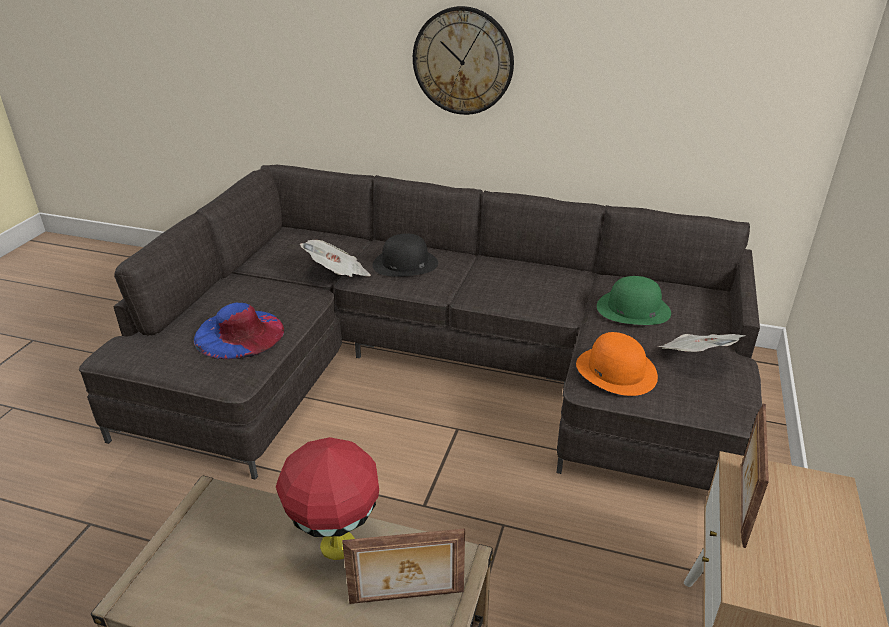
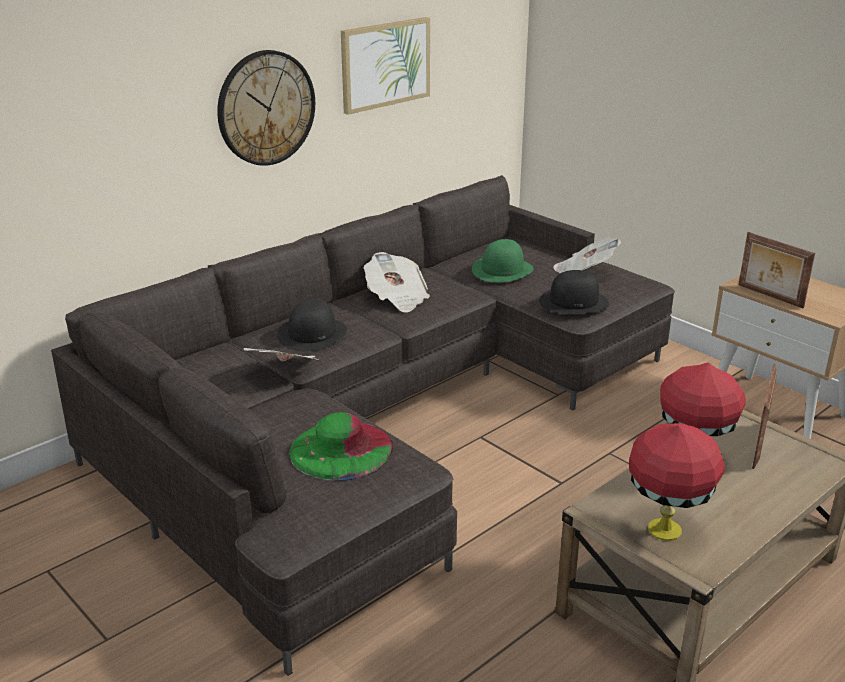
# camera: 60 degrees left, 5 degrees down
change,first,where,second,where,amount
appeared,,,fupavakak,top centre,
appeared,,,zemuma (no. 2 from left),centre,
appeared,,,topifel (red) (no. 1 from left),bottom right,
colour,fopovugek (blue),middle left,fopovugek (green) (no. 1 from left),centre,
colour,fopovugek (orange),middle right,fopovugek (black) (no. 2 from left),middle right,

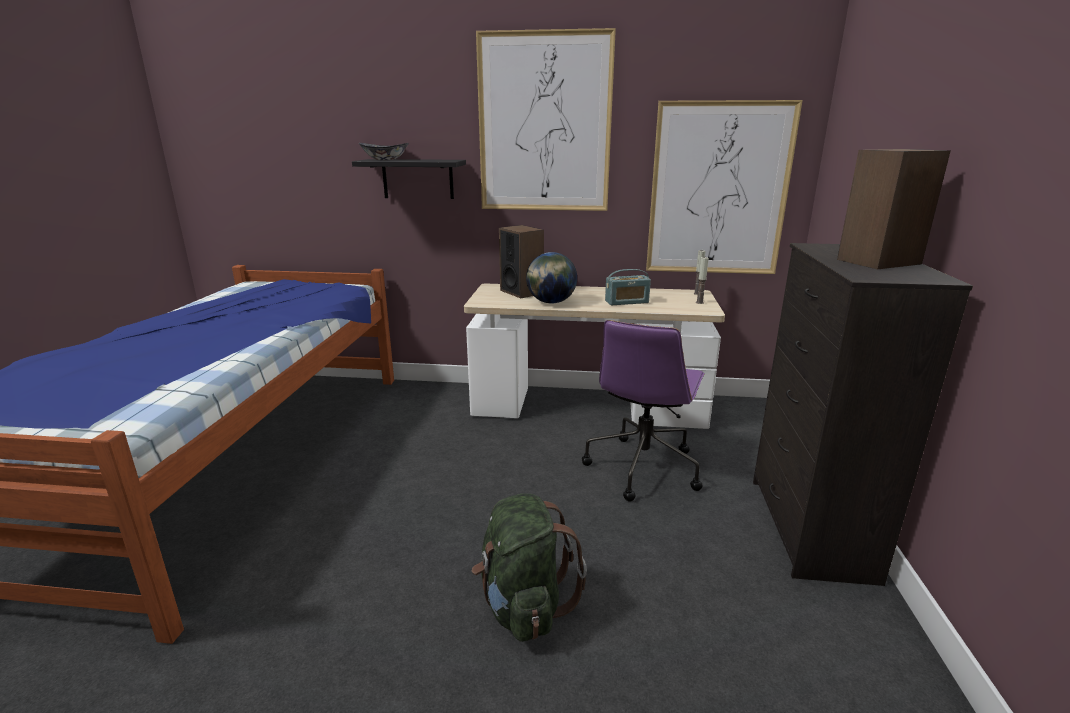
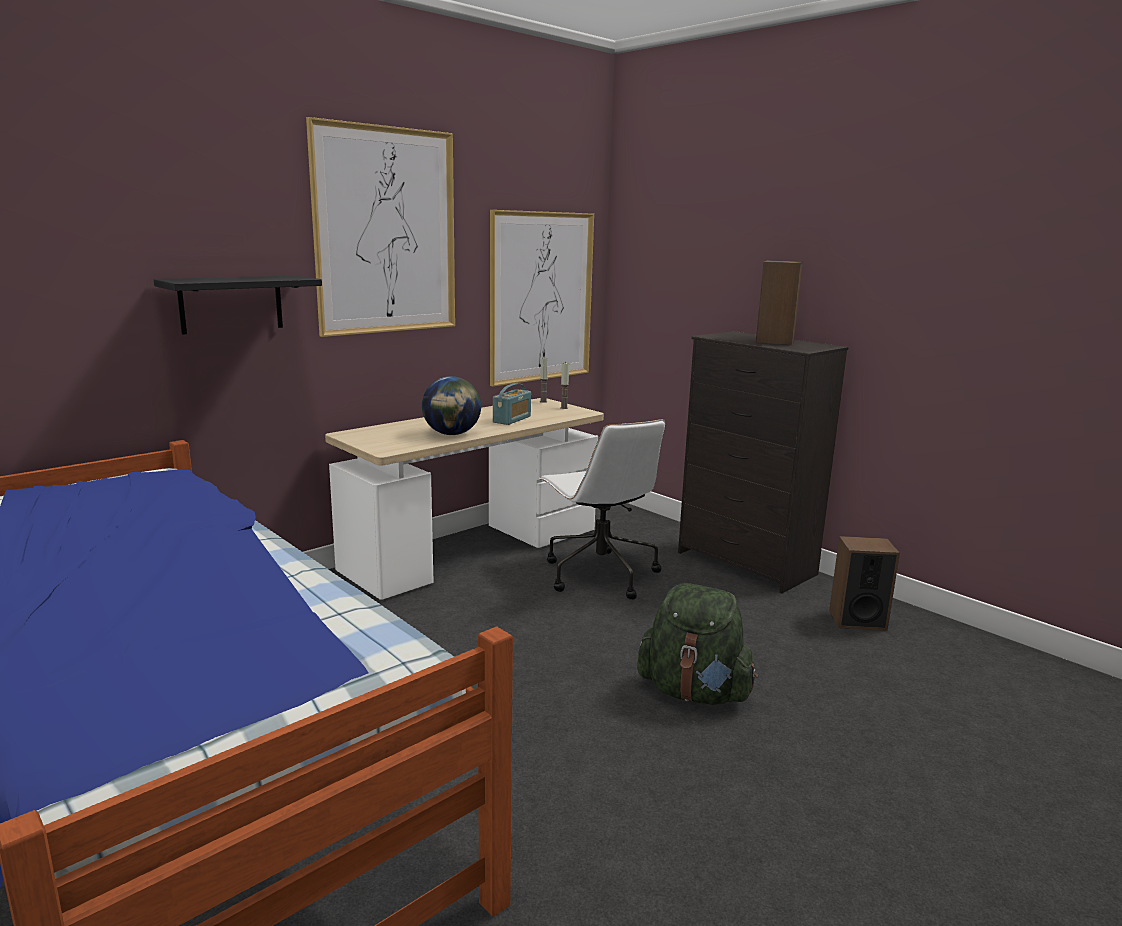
# camera: 50 degrees left, 5 degrees down
change,first,where,second,where,amount
missing,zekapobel,top centre,,,
relocated,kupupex (no. 1 from left in the first image),centre,kupupex (no. 2 from left),middle right,
colour,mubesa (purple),centre,mubesa (white),centre,

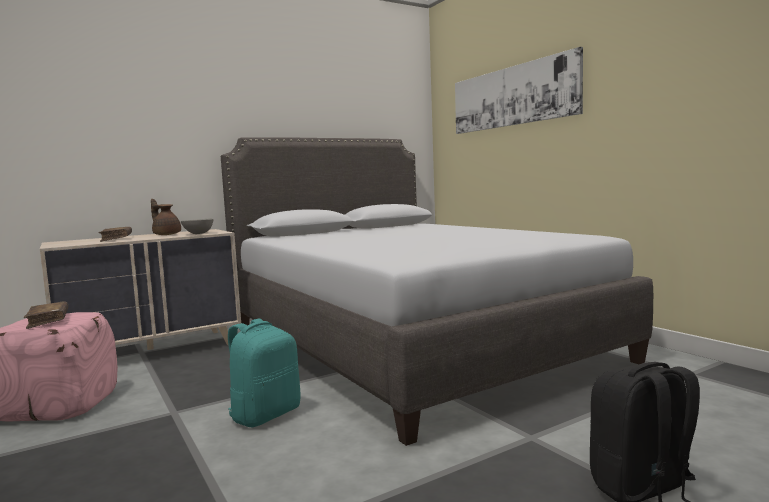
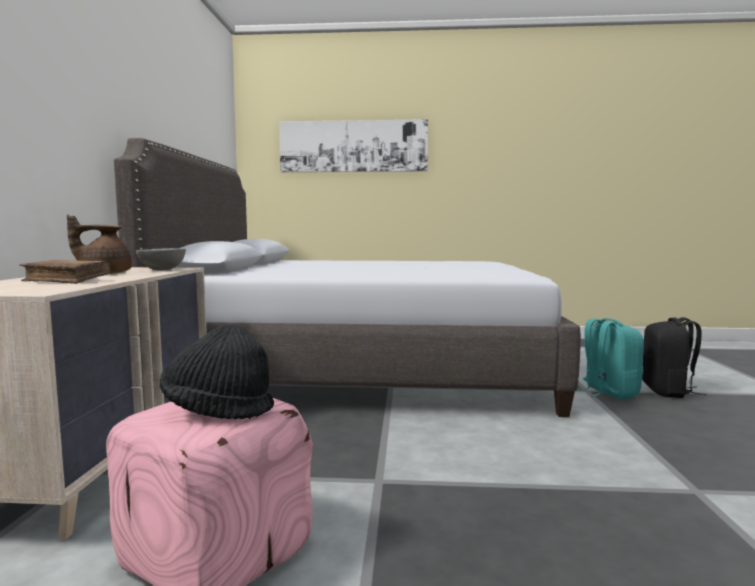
# camera: 55 degrees left, 0 degrees up
change,first,where,second,where,amount
relocated,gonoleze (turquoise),bottom centre,,middle right,
exchanged,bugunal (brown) (no. 1 from left),middle left,fopovugek (black),middle left,

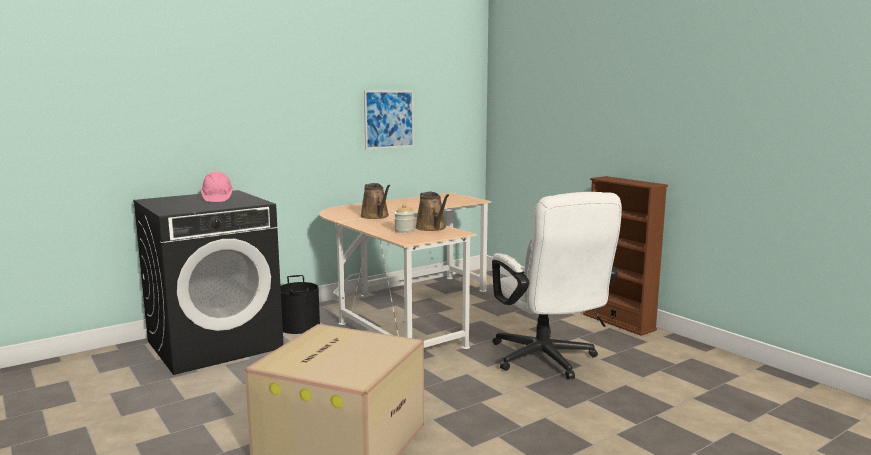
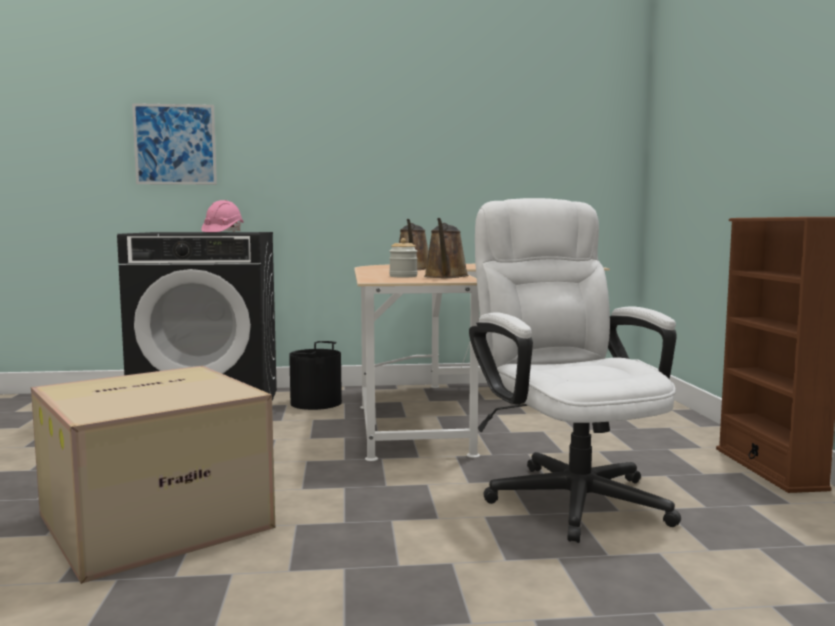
# camera: 30 degrees right, 5 degrees down
change,first,where,second,where,amount
relocated,fupavakak,top centre,,top left,
spun,mubesa (white),centre,,middle right,150 degrees clockwise

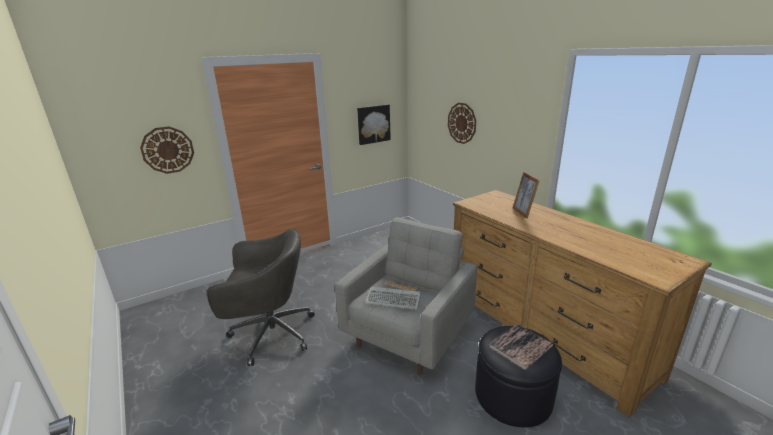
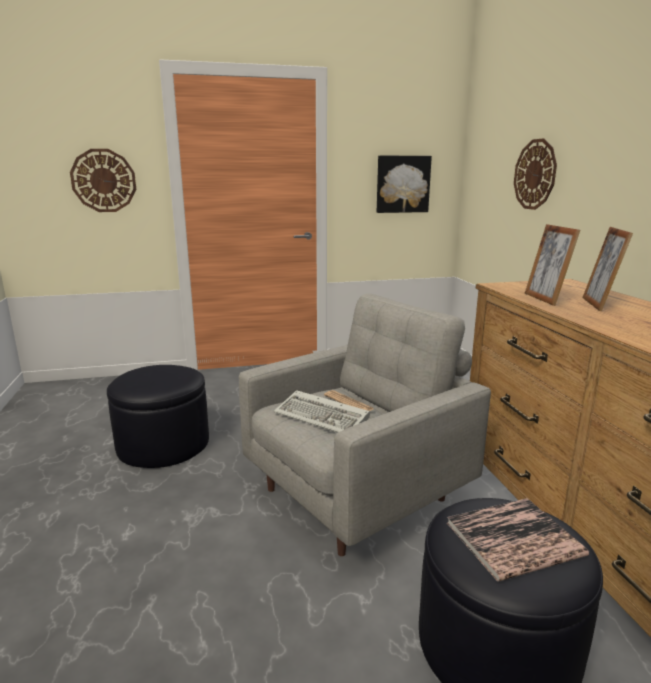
# camera: 20 degrees right, 5 degrees down
change,first,where,second,where,amount
appeared,,,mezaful (no. 1 from left),middle right,
exchanged,mubesa (grey),bottom centre,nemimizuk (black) (no. 1 from left),middle left,

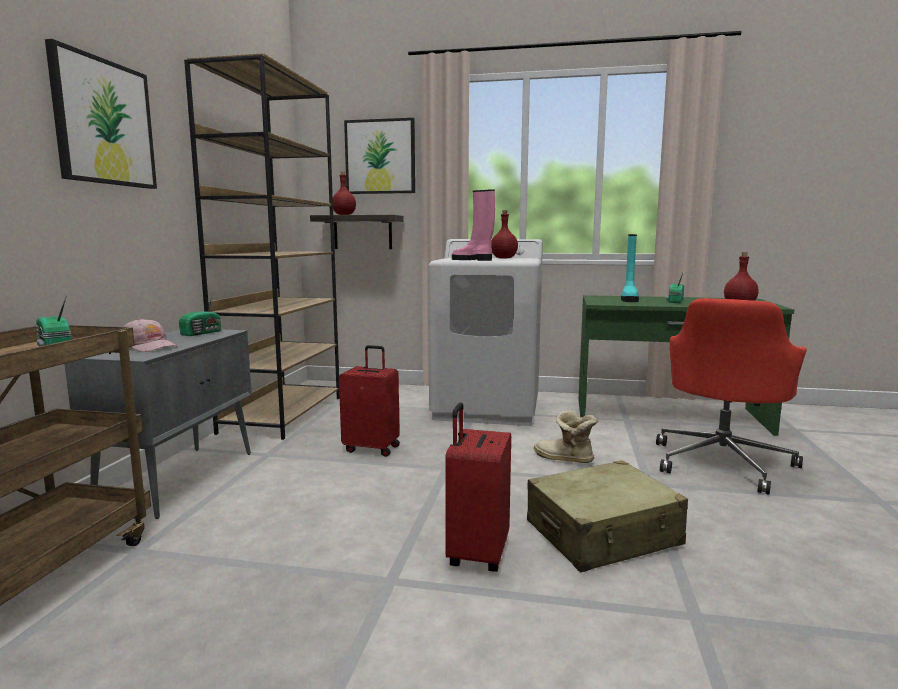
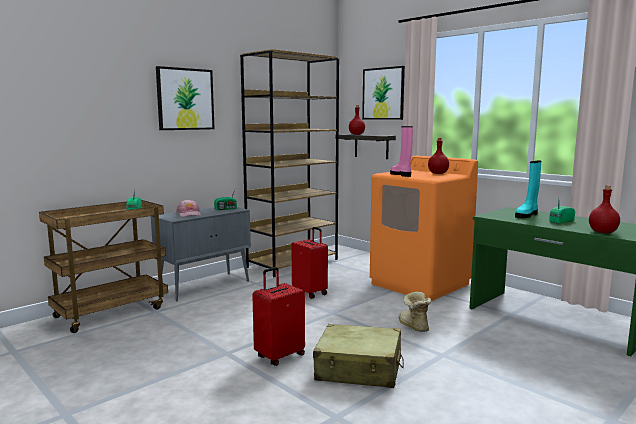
# camera: 35 degrees right, 0 degrees up
change,first,where,second,where,amount
missing,mubesa (red),middle right,,,
colour,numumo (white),centre,numumo (orange),middle right,

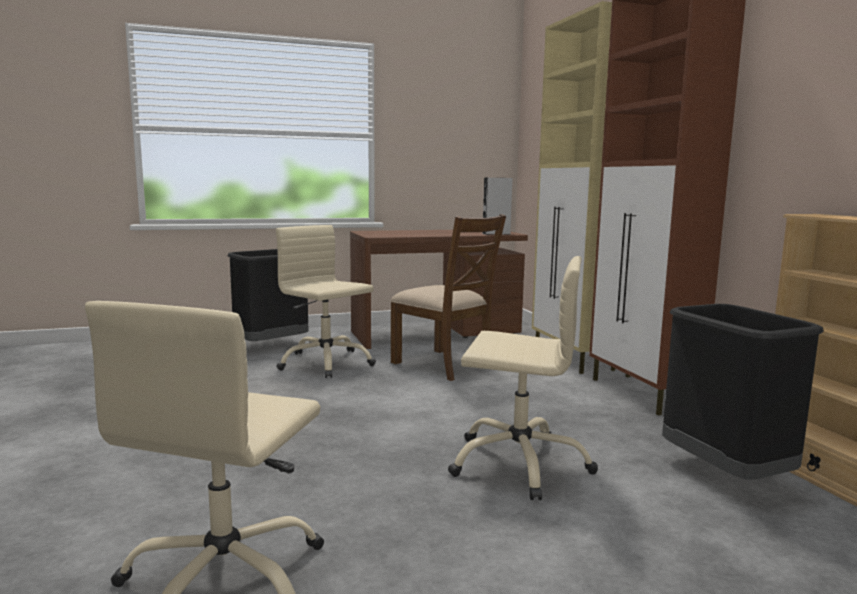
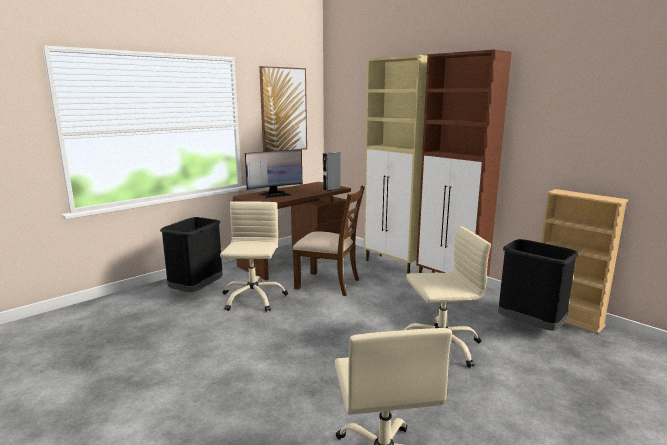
# camera: 25 degrees left, 5 degrees up
change,first,where,second,where,amount
appeared,,,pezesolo,centre,
appeared,,,fupavakak,top centre,
spun,mubesa (beige) (no. 2 from left in the first image),centre,mubesa (beige) (no. 1 from left),centre,75 degrees clockwise

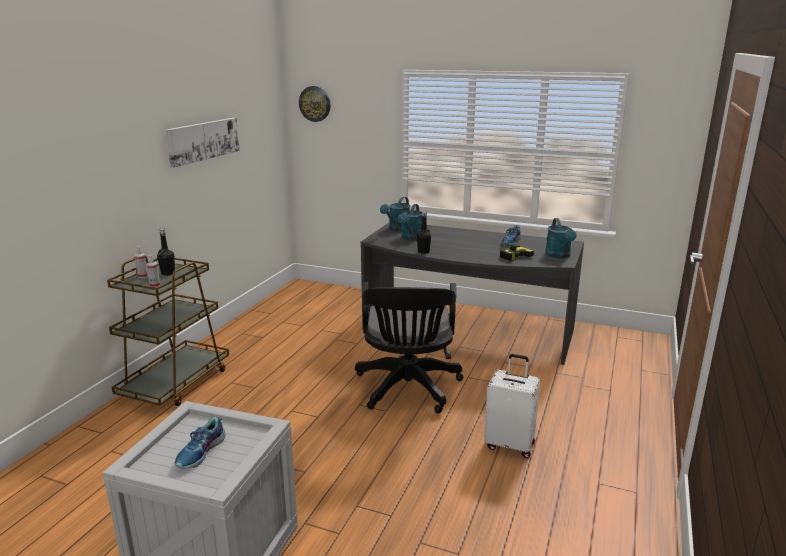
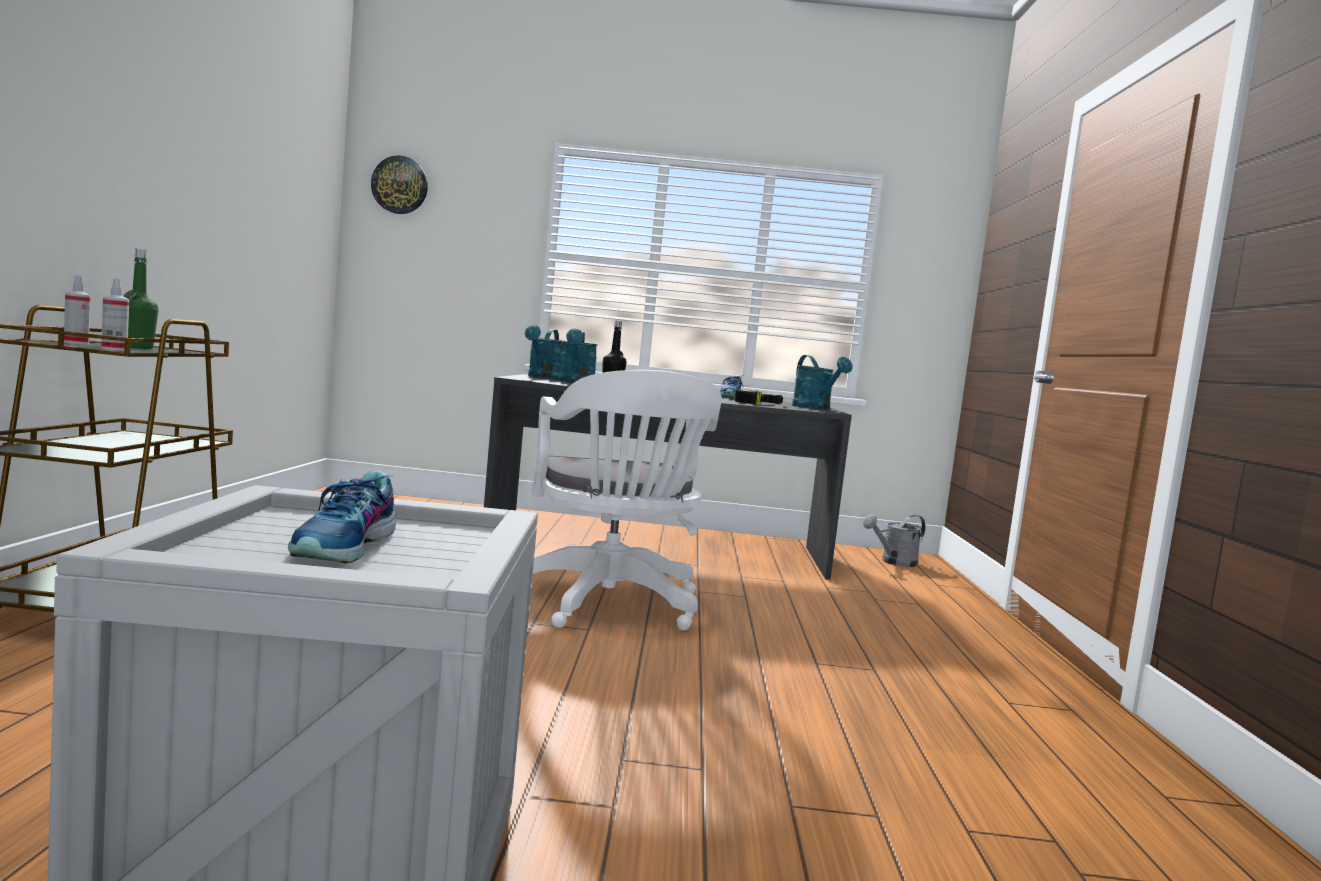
# camera: 20 degrees left, 15 degrees down
change,first,where,second,where,amount
missing,fupavakak,top left,,,
missing,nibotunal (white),bottom centre,,,
appeared,,,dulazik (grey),middle right,
colour,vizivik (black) (no. 1 from left),middle left,vizivik (green),middle left,
colour,mubesa (black),centre,mubesa (white),centre,

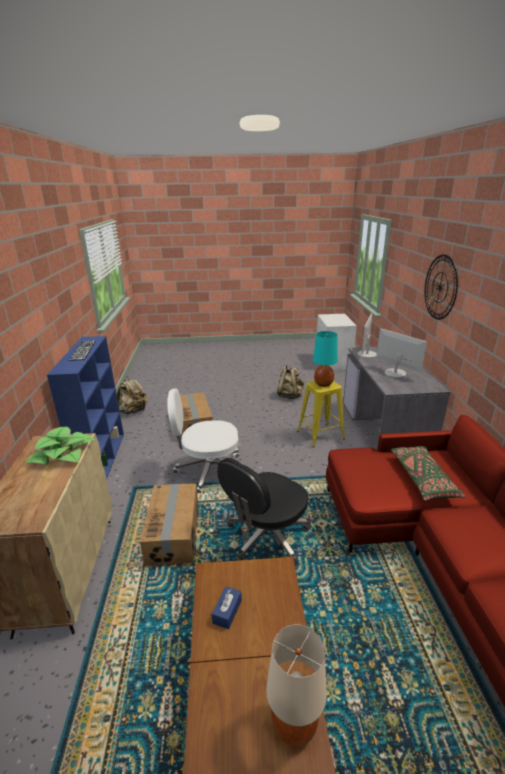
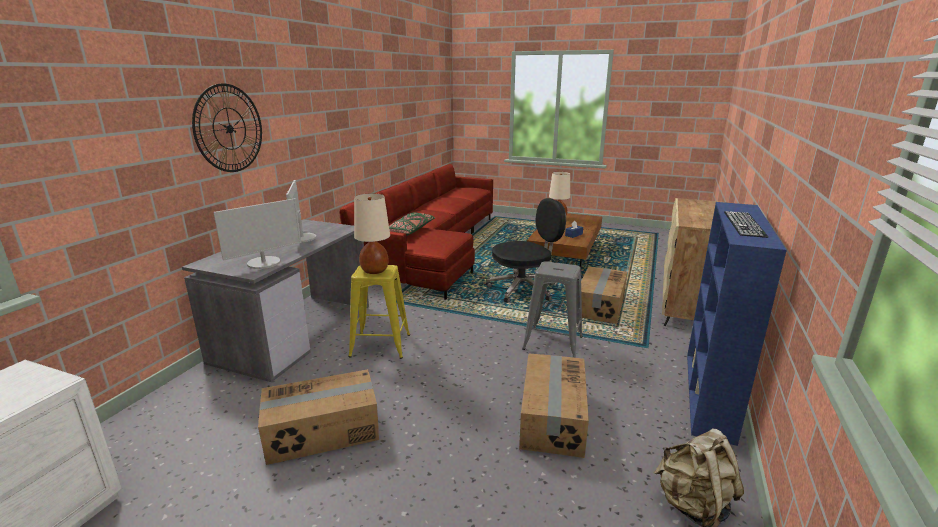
# camera: 155 degrees left, 5 degrees down
change,first,where,second,where,amount
missing,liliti,middle left,,,
exchanged,mubesa (white),centre,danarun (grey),centre,
exchanged,gonoleze (beige) (no. 2 from left),centre,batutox (no. 1 from left),bottom centre,
colour,topifel (turquoise),centre,topifel (beige) (no. 1 from left),centre,

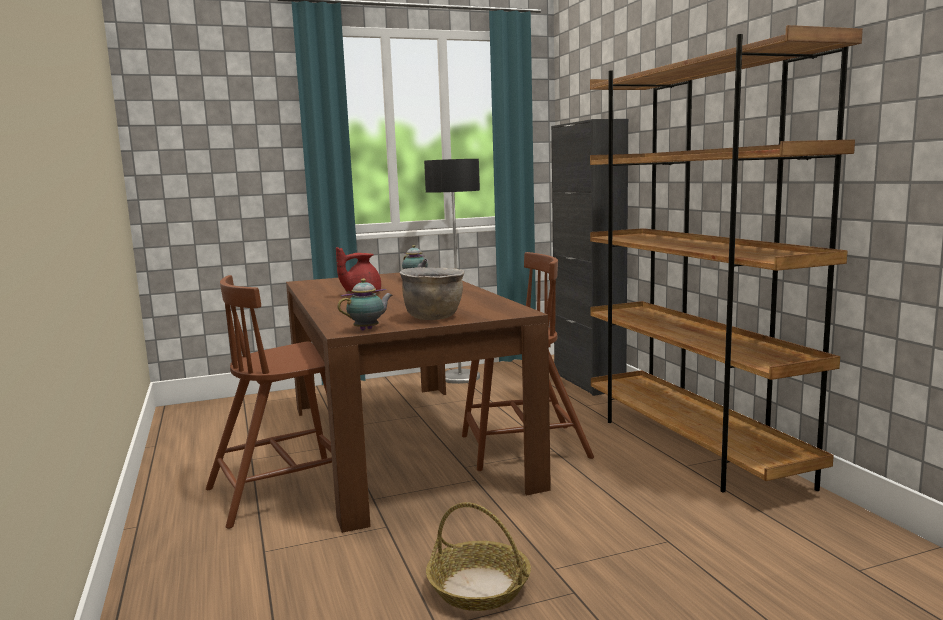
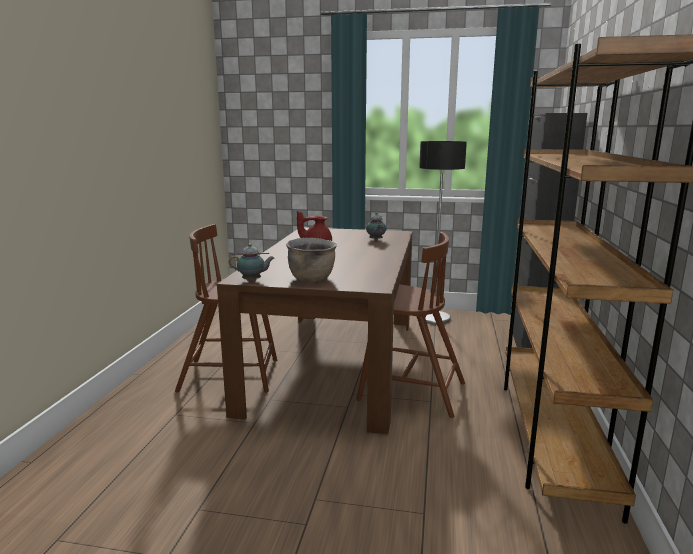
# camera: 30 degrees right, 5 degrees up
change,first,where,second,where,amount
missing,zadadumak,bottom centre,,,

